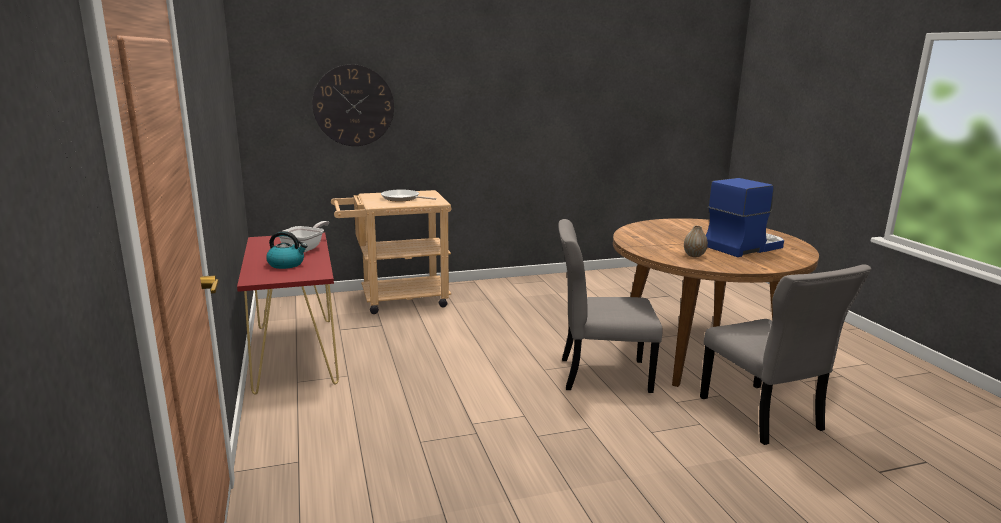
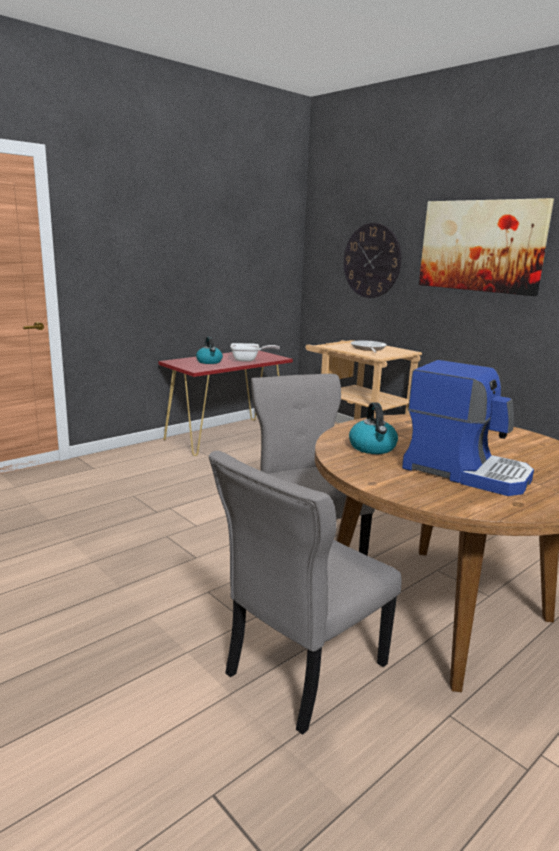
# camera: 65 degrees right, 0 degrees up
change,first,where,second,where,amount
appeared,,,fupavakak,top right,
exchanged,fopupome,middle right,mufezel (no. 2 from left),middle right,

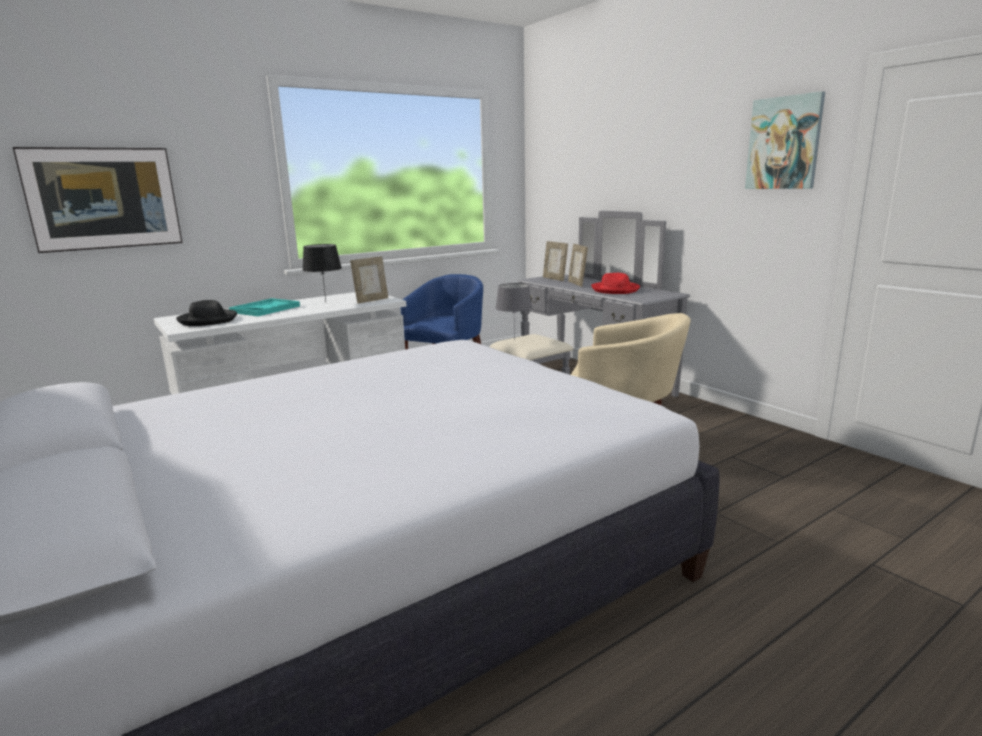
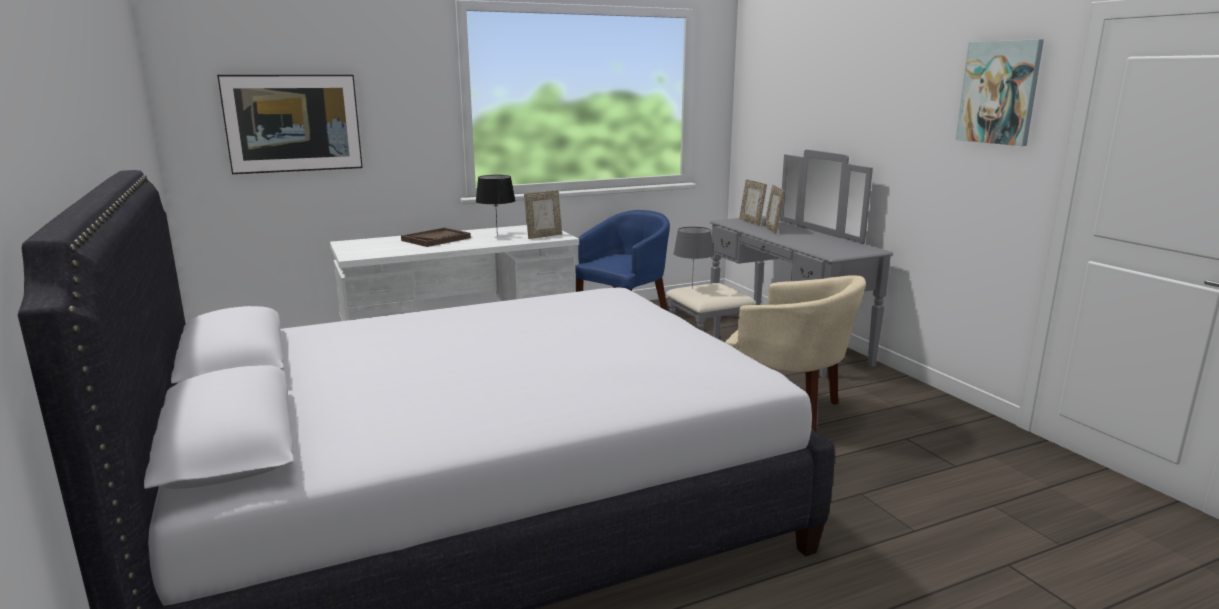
# camera: 10 degrees right, 0 degrees up
change,first,where,second,where,amount
missing,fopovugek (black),middle left,,,
missing,fopovugek (red),centre,,,
colour,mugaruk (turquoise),middle left,mugaruk (brown),centre,

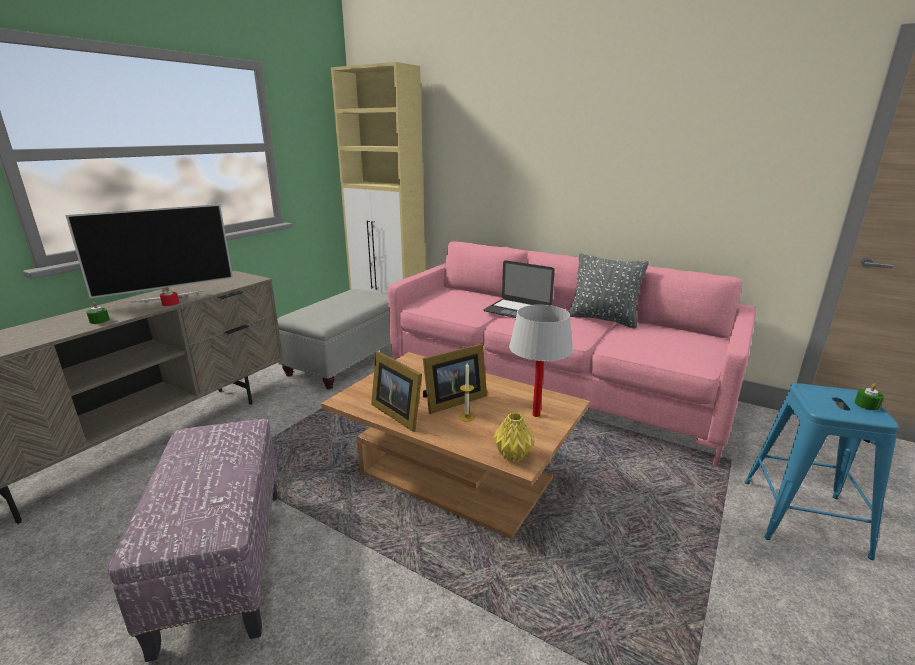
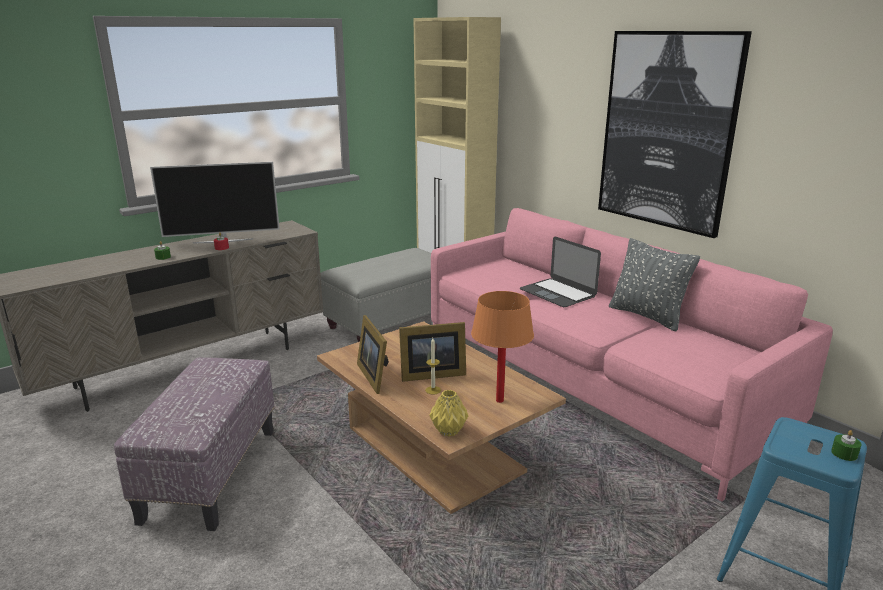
# camera: 20 degrees right, 0 degrees up
change,first,where,second,where,amount
appeared,,,fupavakak,top right,
colour,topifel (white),centre,topifel (orange),centre,

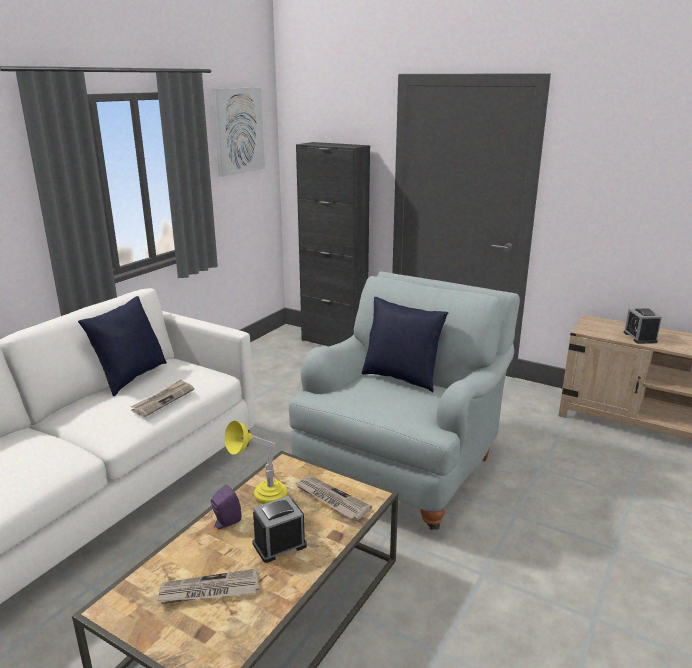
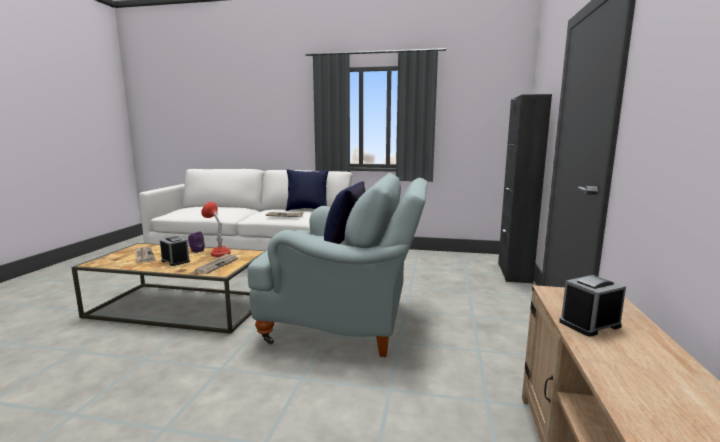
# camera: 70 degrees right, 10 degrees down
change,first,where,second,where,amount
missing,fupavakak,top centre,,,
colour,topifel (yellow),bottom centre,topifel (red),middle left,

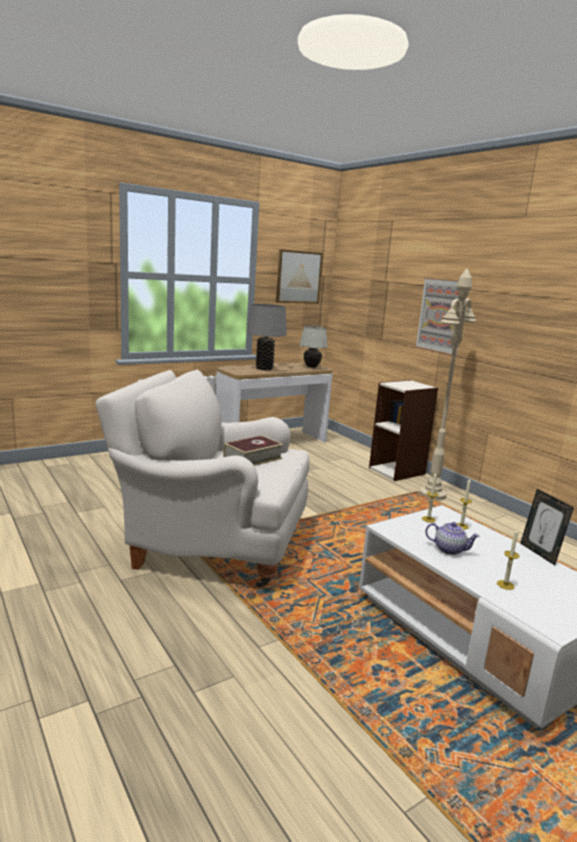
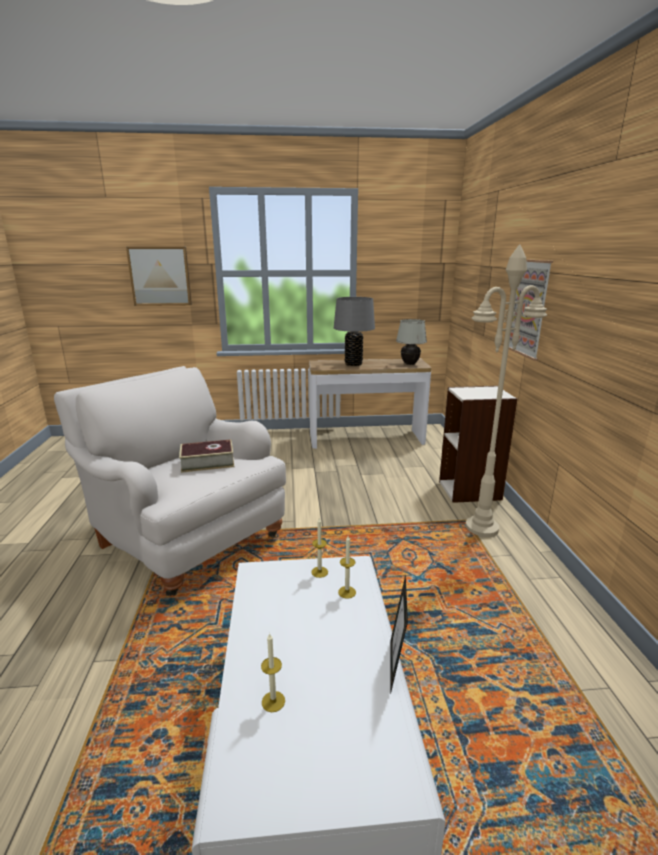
# camera: 30 degrees right, 5 degrees up
change,first,where,second,where,amount
missing,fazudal,middle right,,,
relocated,fupavakak (no. 1 from left),top centre,,top left,

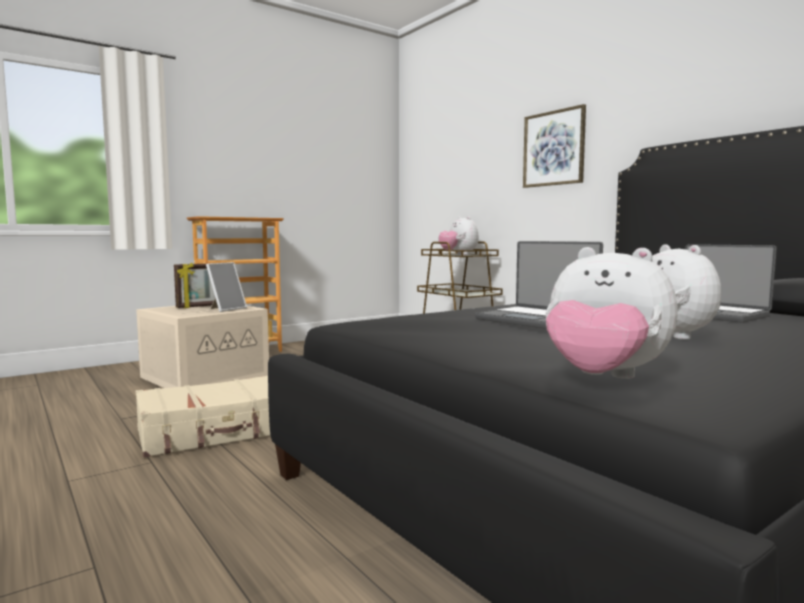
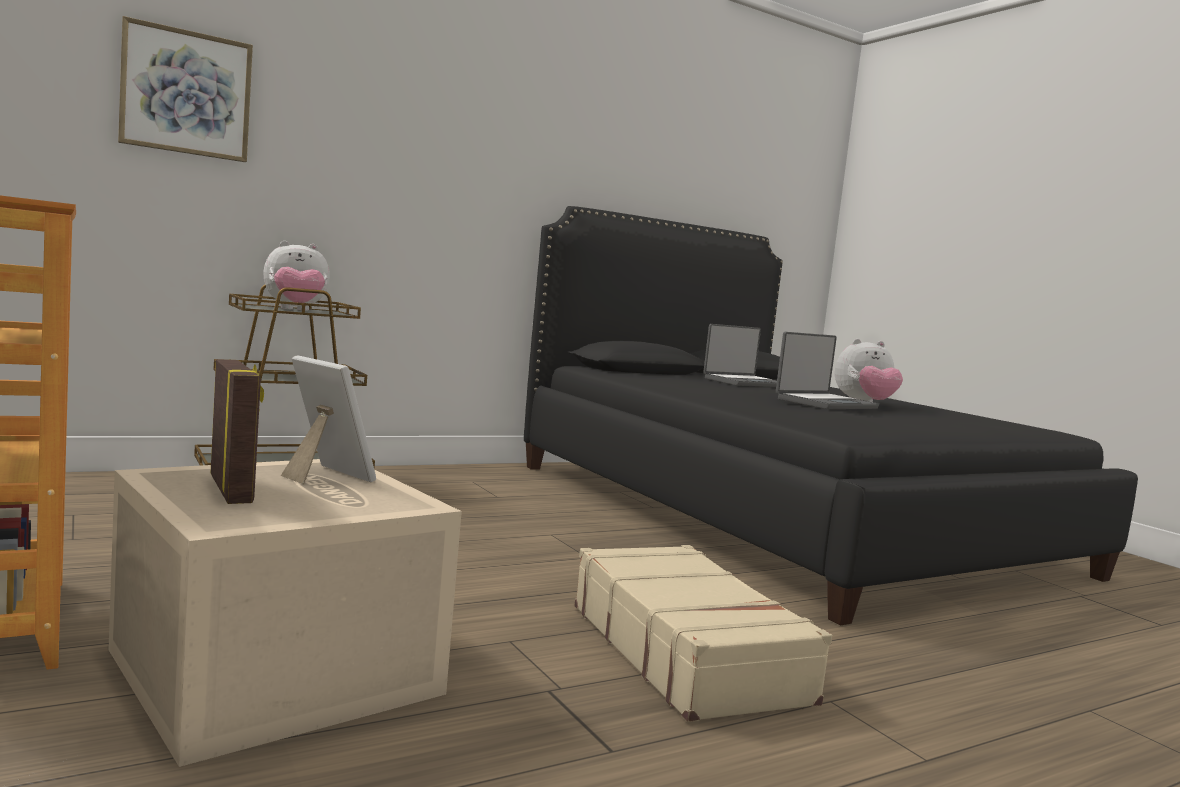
# camera: 85 degrees left, 0 degrees up
change,first,where,second,where,amount
missing,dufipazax (no. 2 from left),middle right,,,
relocated,fupavakak,top right,,top left,

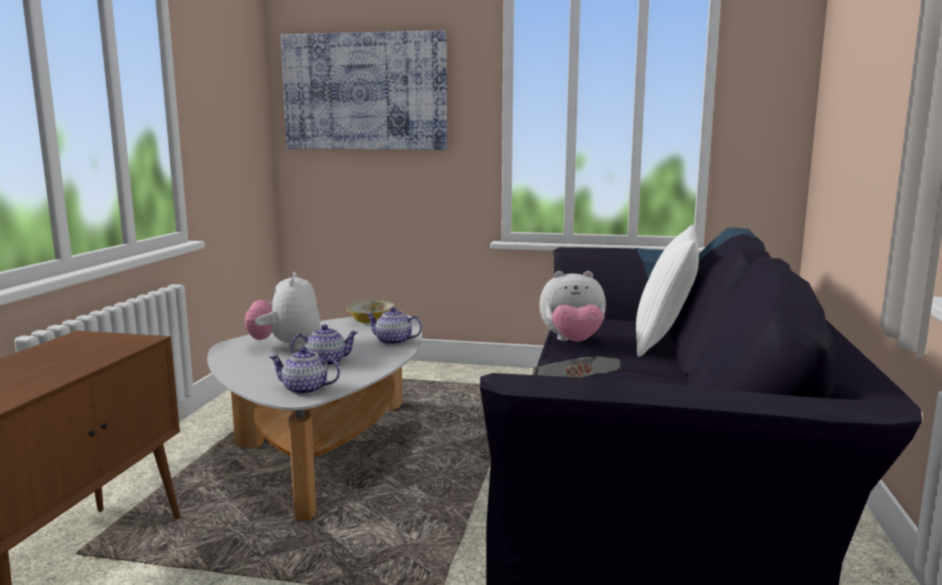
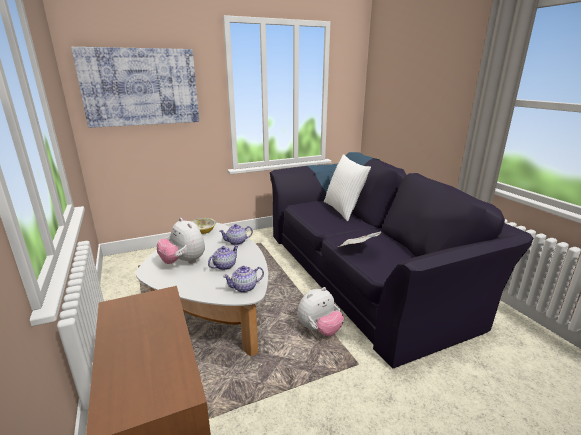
# camera: 35 degrees left, 10 degrees up
change,first,where,second,where,amount
relocated,dufipazax (no. 2 from left),centre,,bottom centre,

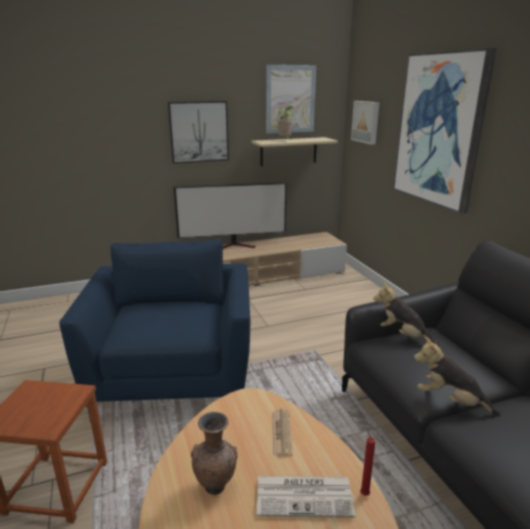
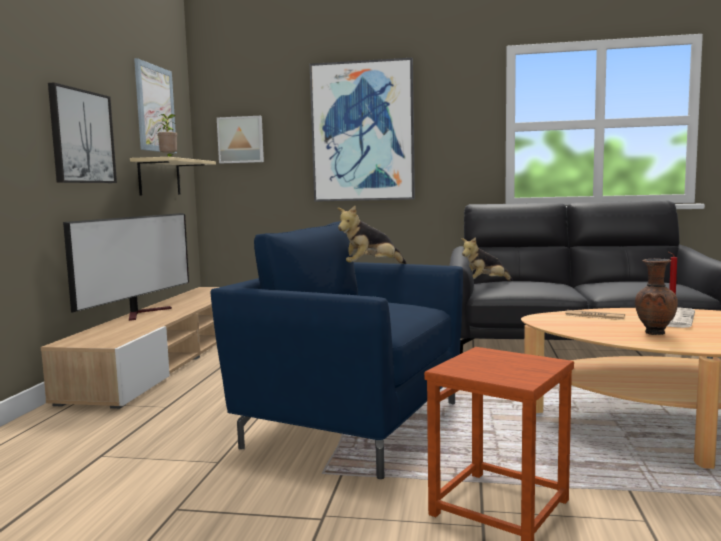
# camera: 60 degrees left, 15 degrees down
change,first,where,second,where,amount
relocated,dufipazax (no. 2 from left in the first image),bottom right,dufipazax (no. 1 from left),centre,

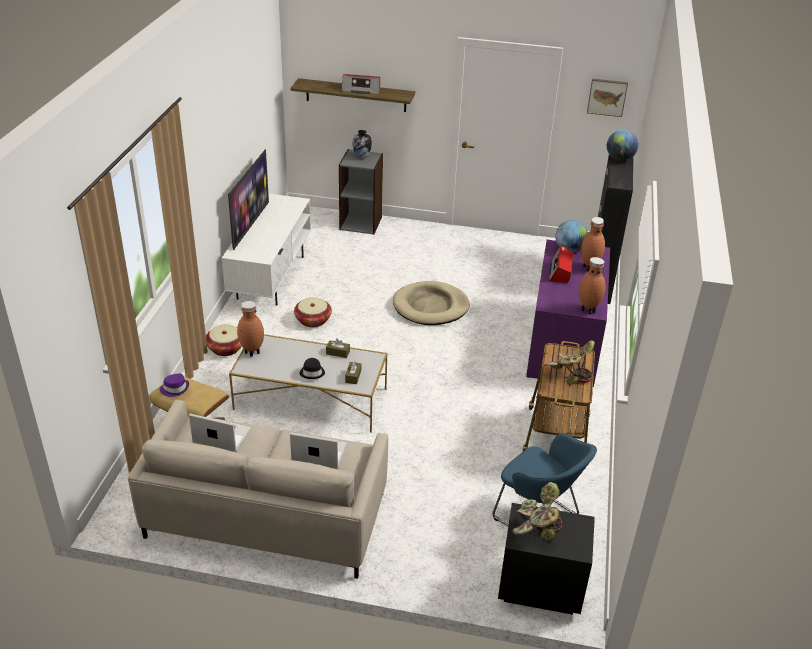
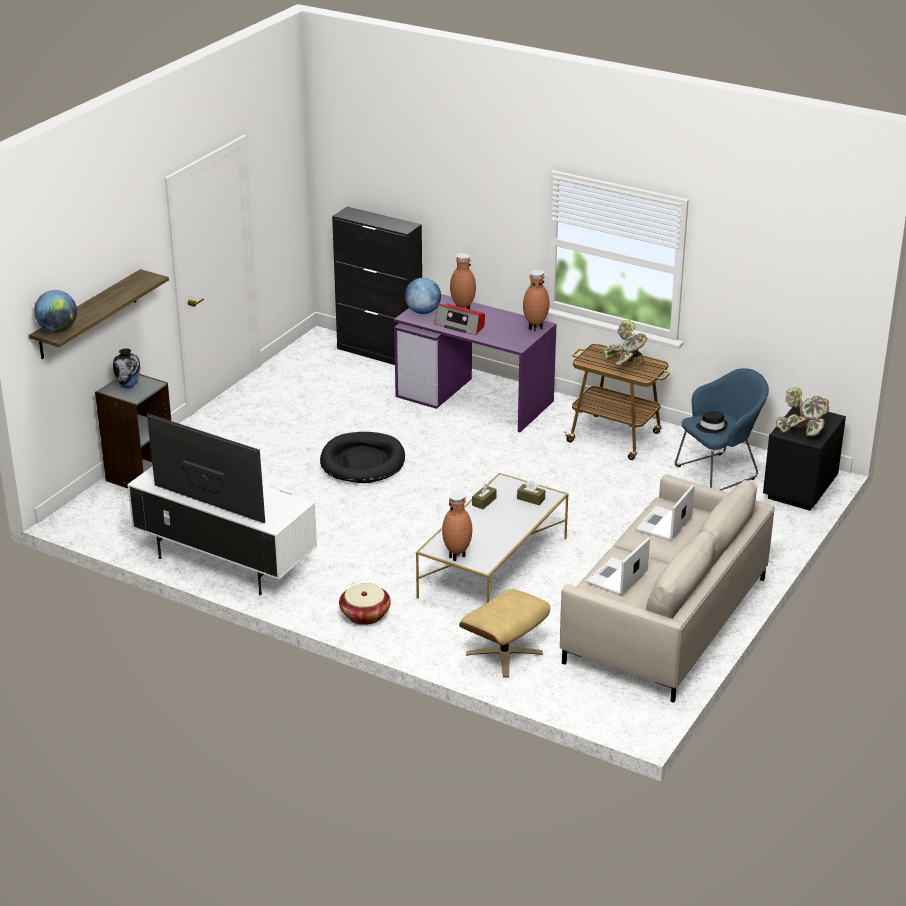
# camera: 70 degrees left, 5 degrees down
change,first,where,second,where,amount
missing,fopovugek (purple),middle left,,,
missing,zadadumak (no. 2 from left),centre,,,
missing,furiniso (no. 1 from left),top centre,,,
missing,fupavakak,top right,,,
relocated,fopovugek (black),centre,,middle right,
relocated,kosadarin (no. 2 from left in the first image),top right,kosadarin (no. 1 from left),middle left,
colour,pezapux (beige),centre,pezapux (black),centre,

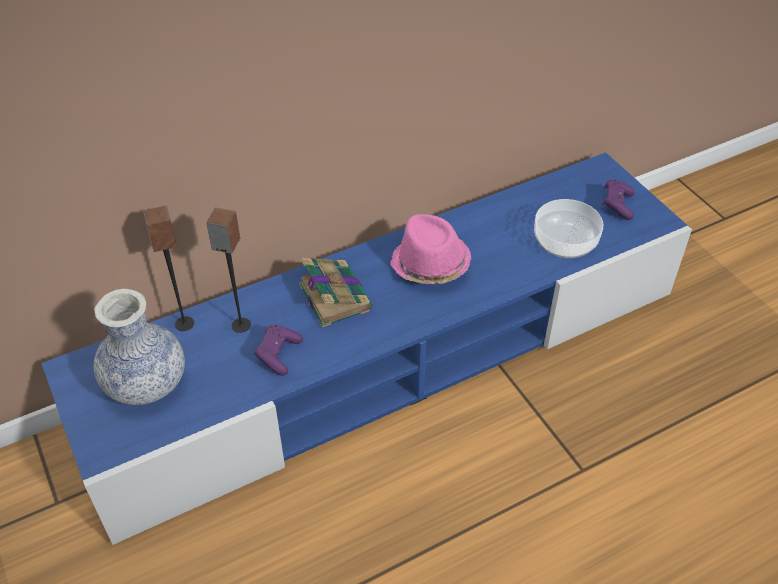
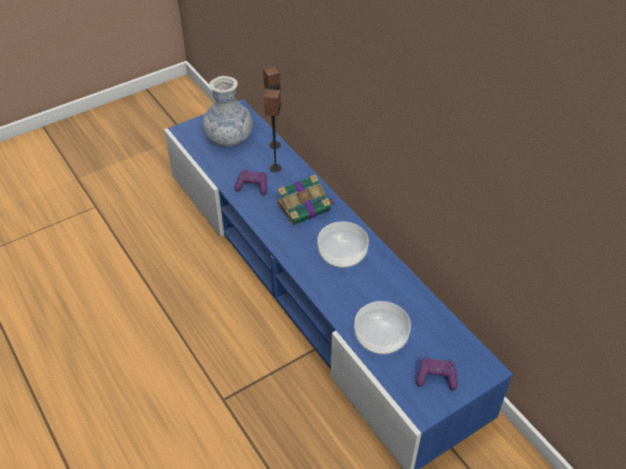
# camera: 85 degrees right, 0 degrees up
change,first,where,second,where,amount
exchanged,fopovugek (pink),centre,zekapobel (no. 1 from left),centre,

